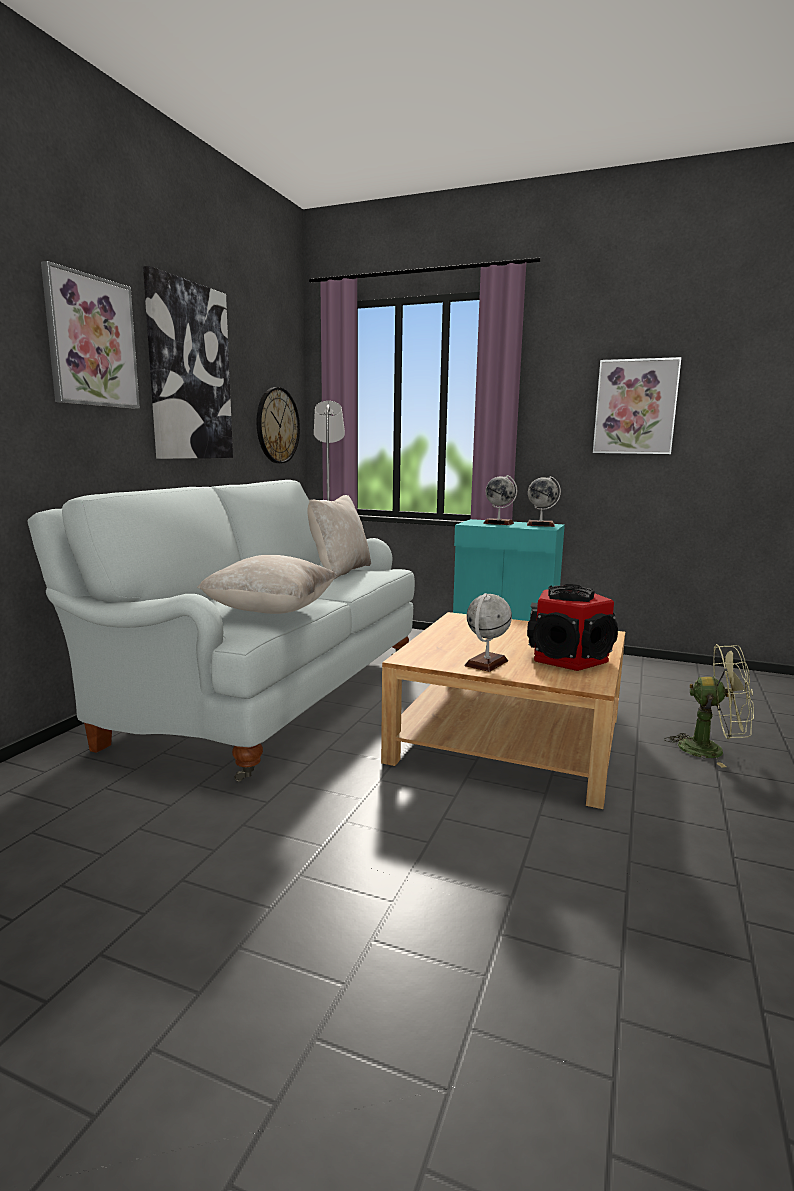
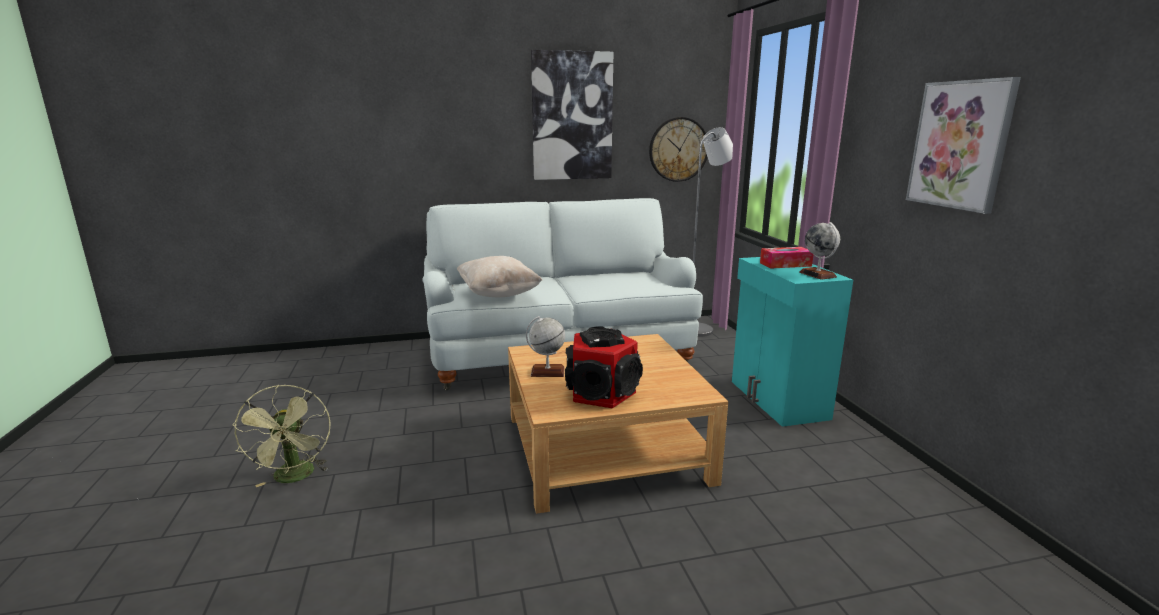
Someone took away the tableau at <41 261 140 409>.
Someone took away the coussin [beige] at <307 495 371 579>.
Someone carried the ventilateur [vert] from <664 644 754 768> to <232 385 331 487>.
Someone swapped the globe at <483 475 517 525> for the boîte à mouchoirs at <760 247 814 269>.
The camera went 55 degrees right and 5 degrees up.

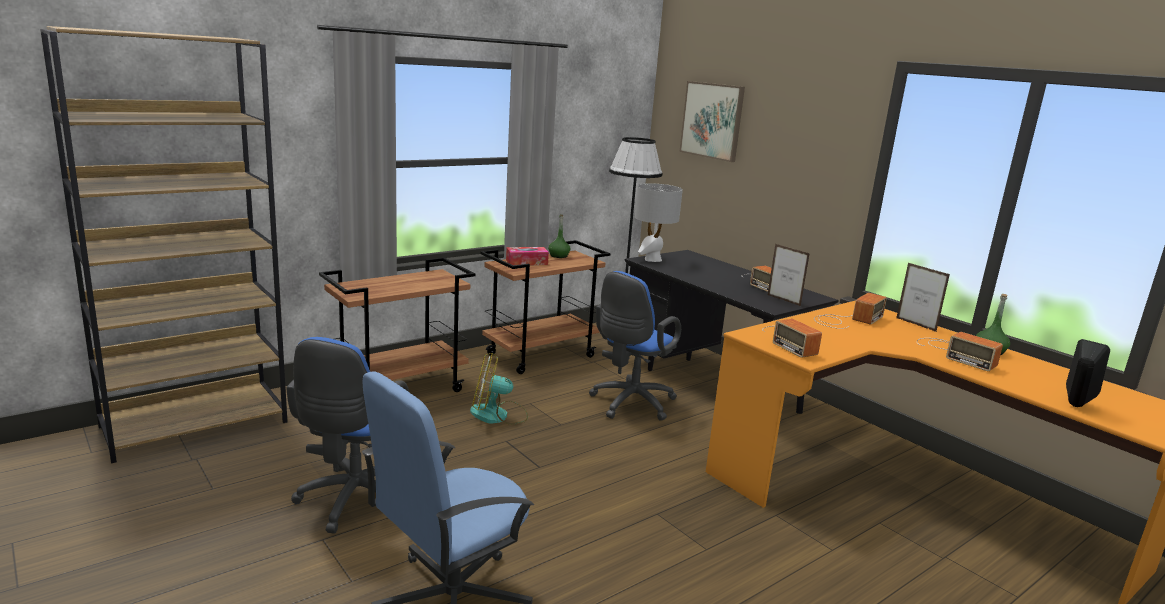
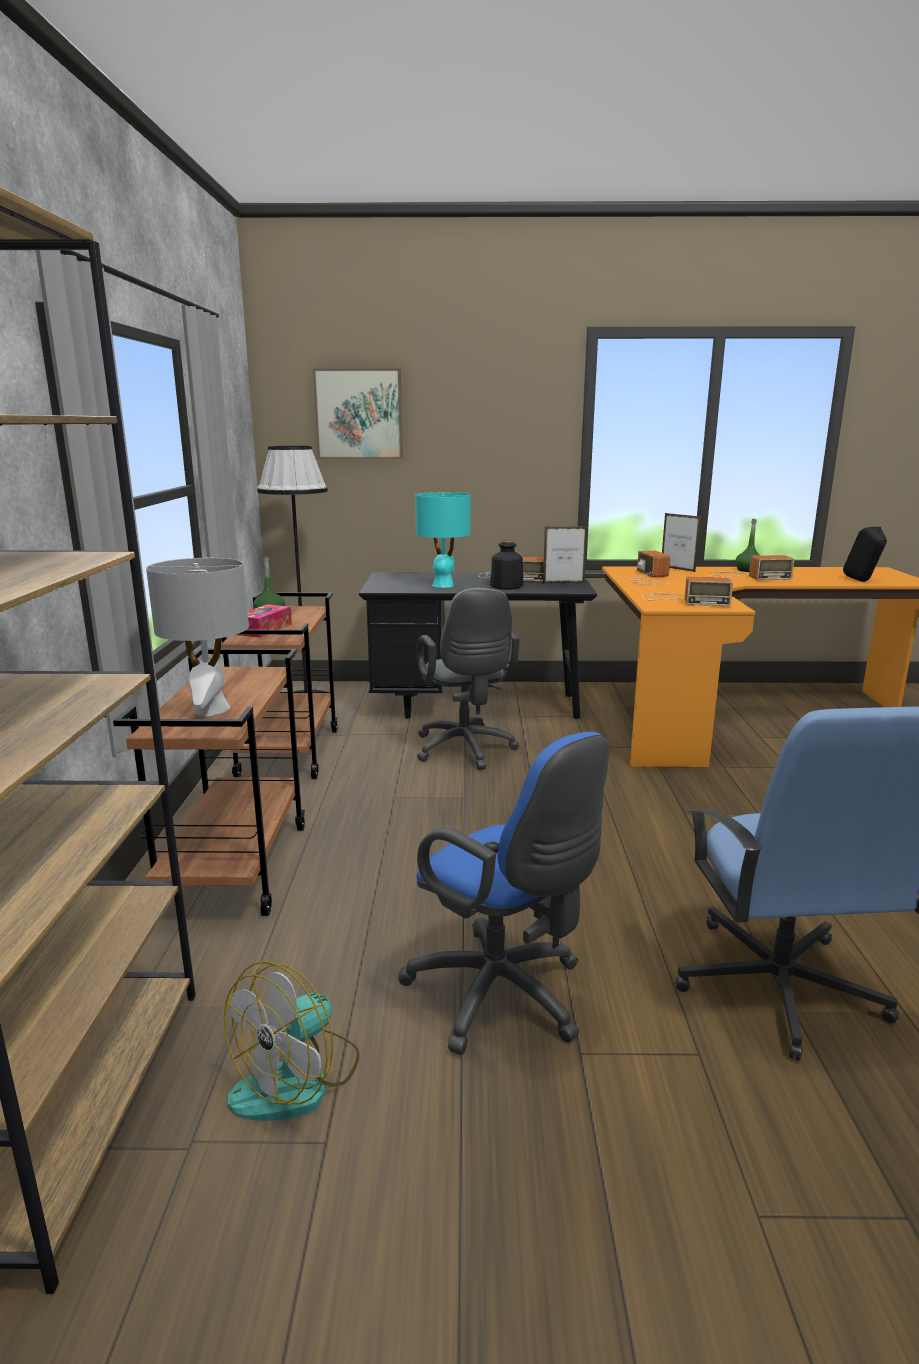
Someone put down the lampe de table [turquoise] at <415 492 471 588>.
Someone put down the bouteille at <490 541 523 589>.
Someone carried the ventilateur from <470 353 528 425> to <224 961 360 1121>.
Someone carried the lampe de table [gris] from <635 183 683 262> to <146 558 249 716>.
Someone repainted the chaise de bureau [bleu] at <589 271 681 421>, which became the chaise de bureau [gris] at <416 588 520 770>.
Someone rotated the cadre photo at <896 263 950 332> by 135 degrees counterclockwise.
The camera went 50 degrees left and 0 degrees up.

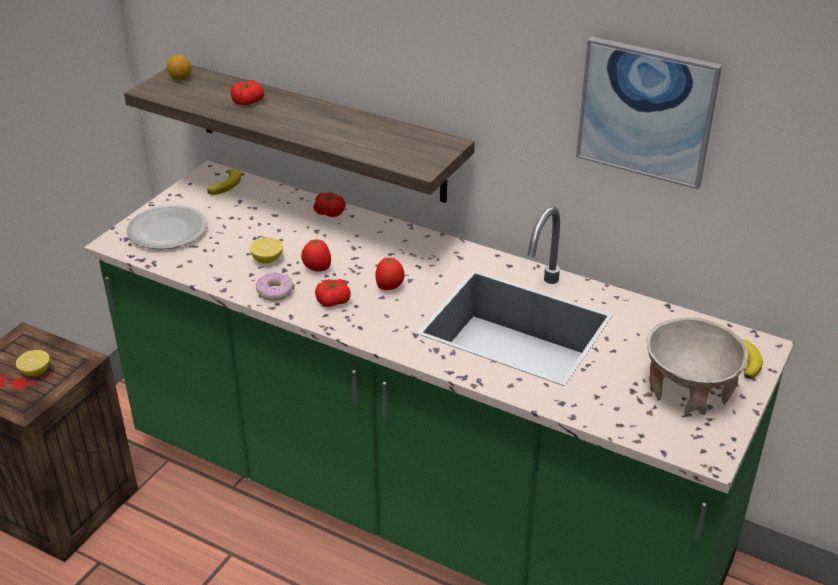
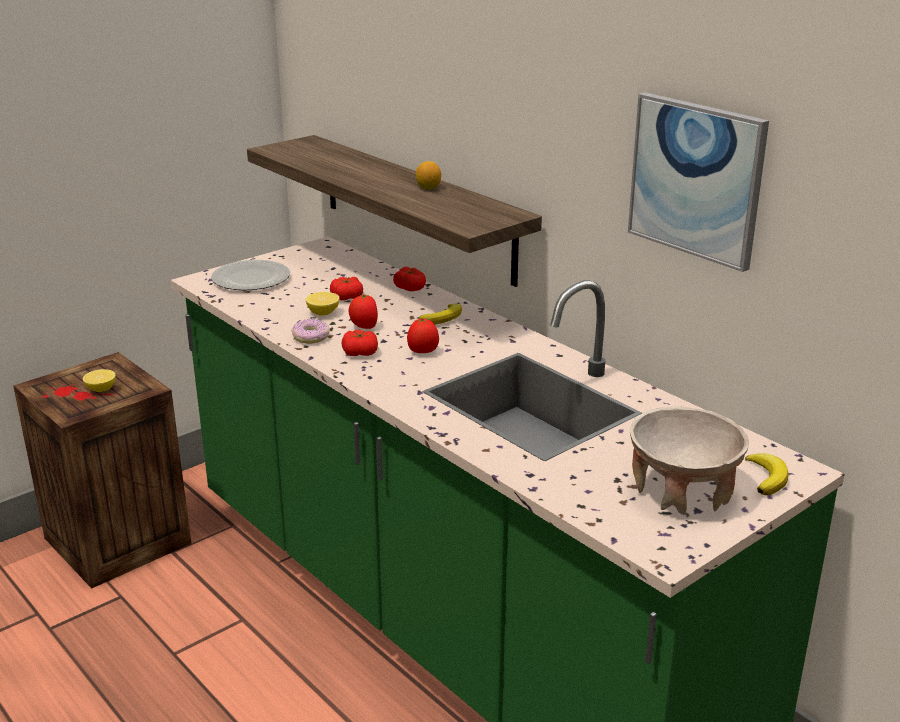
Someone carried the citron from <167 55 191 81> to <416 161 441 189>.
Someone carried the banane from <207 169 241 195> to <419 304 462 325>.
Someone carried the tomate from <231 80 264 106> to <330 276 363 300>.
The camera went 20 degrees right and 10 degrees down.

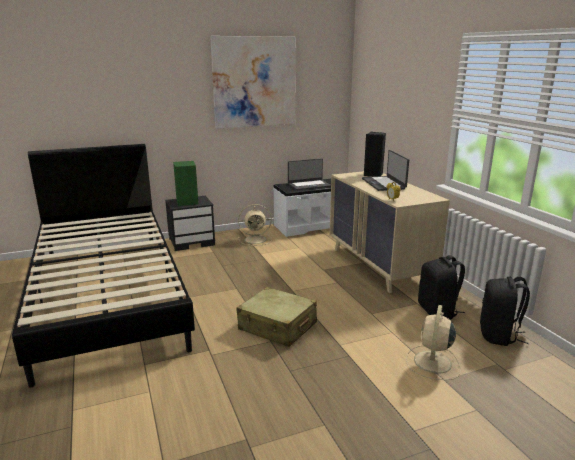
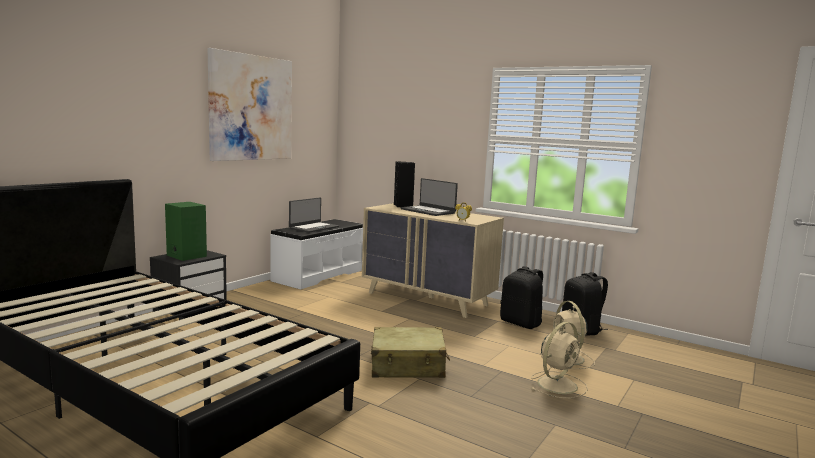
Someone carried the ventilateur [beige] from <238 204 272 246> to <530 322 588 398>.
The camera went 35 degrees left and 10 degrees down.

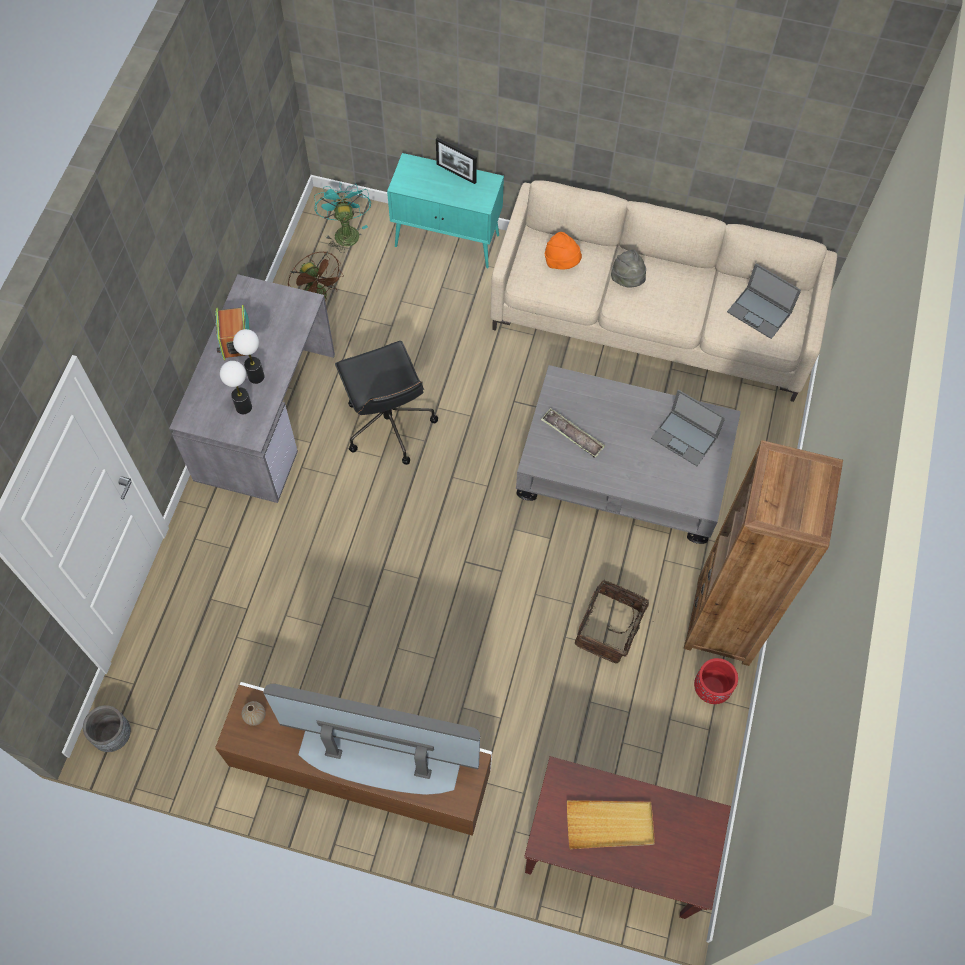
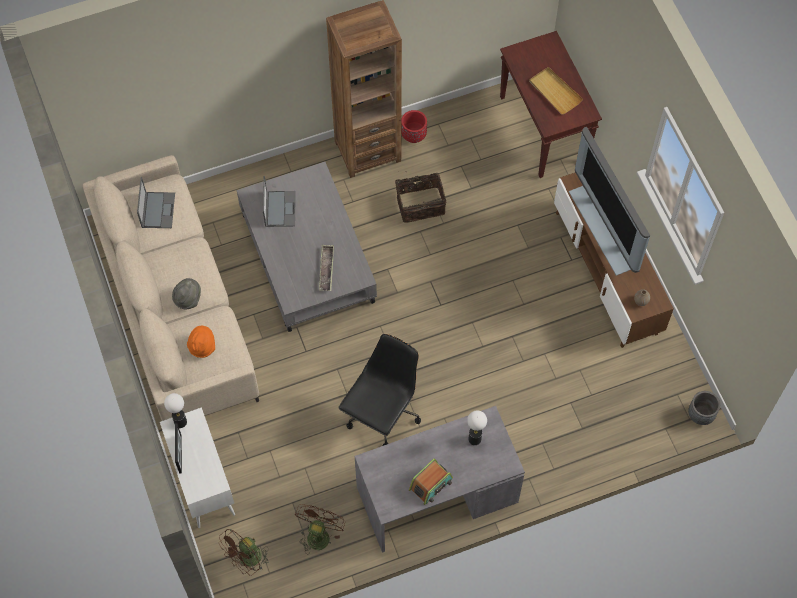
Someone carried the lampe de table from <233 329 264 384> to <164 393 187 428>.
Someone repainted the ventilateur [turquoise] at <314 183 371 253>, which became the ventilateur [marron] at <219 529 269 576>.
Someone repainted the meuble de rangement [turquoise] at <387 153 504 268>, which became the meuble de rangement [blanc] at <160 407 235 528>.
The camera went 125 degrees left and 0 degrees up.

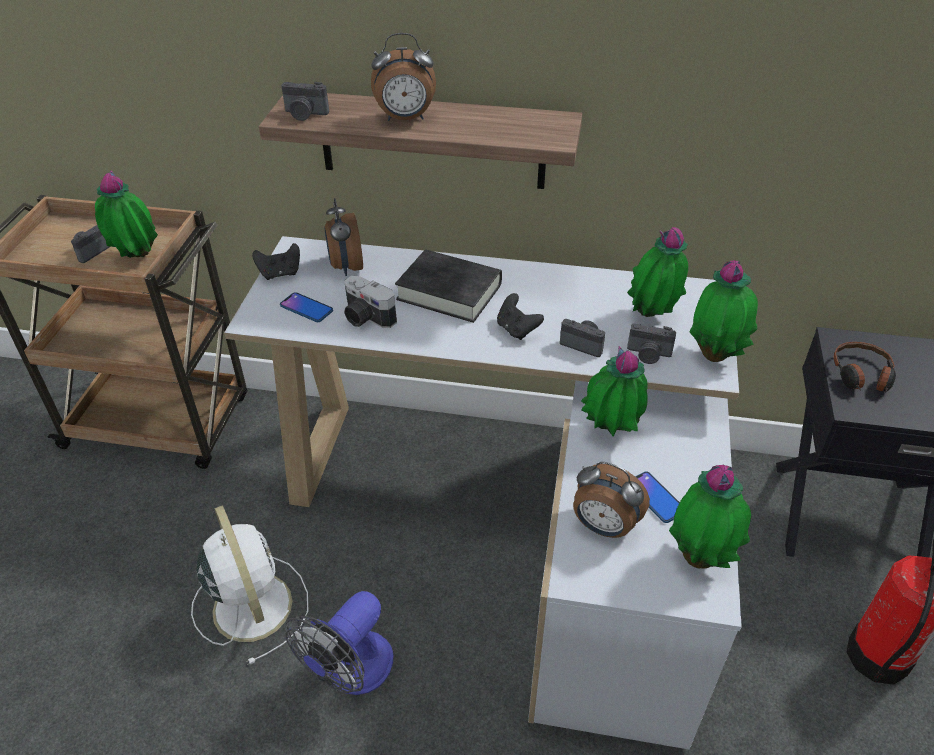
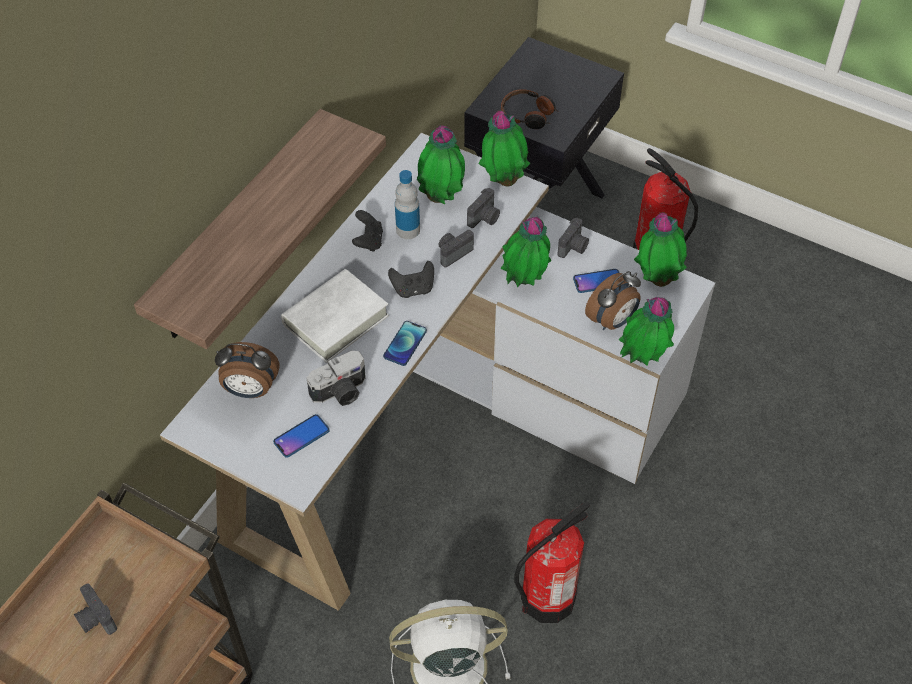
Someone took away the réveil at <371 33 436 121>.
Someone put down the téléphone at <383 321 427 366>.
Someone put down the bouteille at <395 170 420 239>.
Someone carried the plante en pot from <95 170 158 258> to <618 297 674 366>.
Someone carried the manette [noir] from <252 243 300 280> to <352 210 383 252>.
Someone carried the appareil photo from <281 82 329 121> to <557 218 589 258>.
Someone swapped the ventilateur at <285 591 394 695> for the extincteur at <514 502 590 623>.
Someone repainted the livre [noir] at <395 250 502 323>, which became the livre [blanc] at <281 269 389 363>.
The camera went 70 degrees left and 10 degrees up.

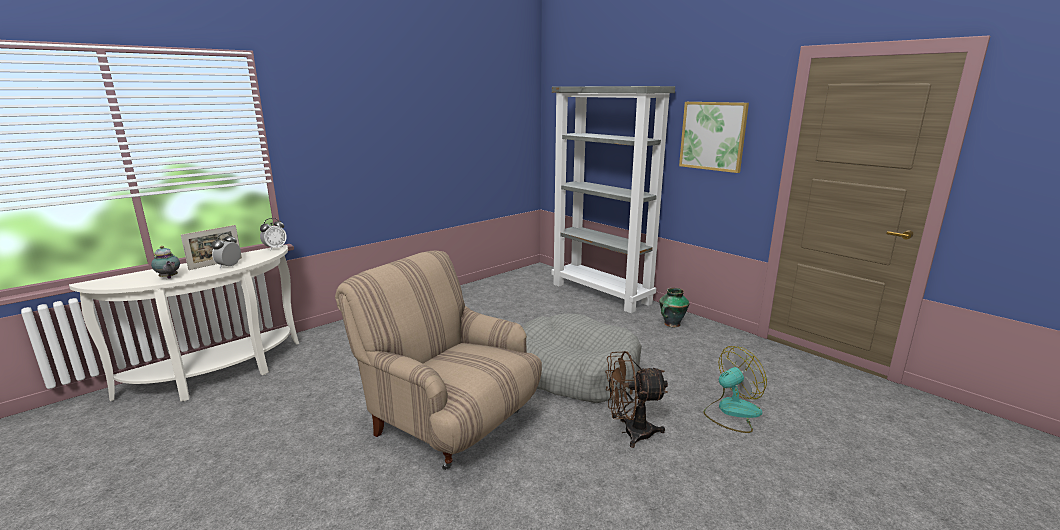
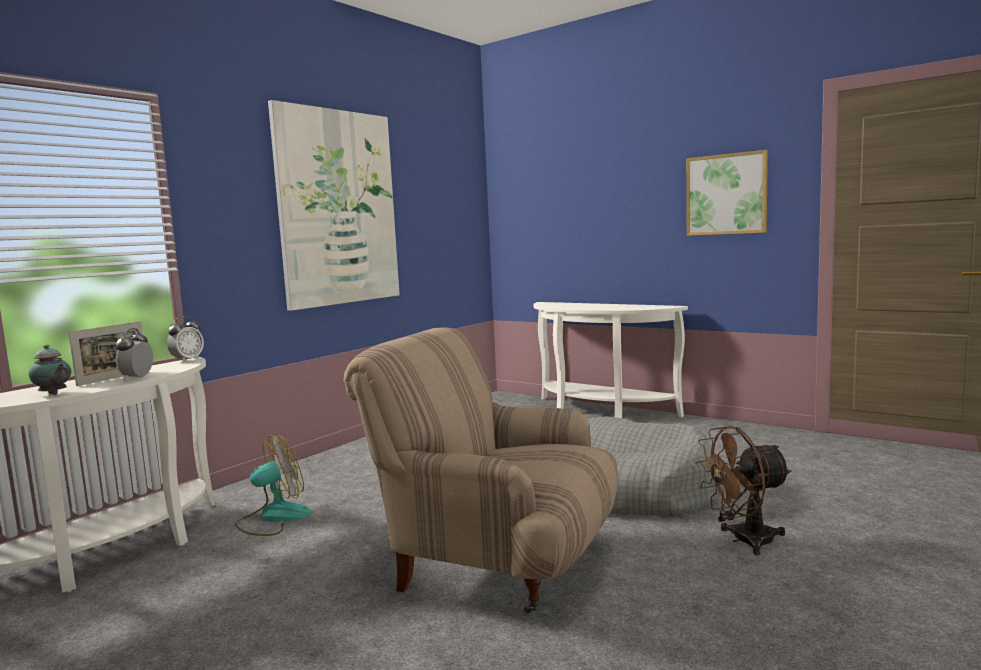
Someone took away the vase at <659 288 690 327>.
Someone put up the tableau at <268 100 400 311>.
Someone carried the ventilateur from <703 346 767 433> to <235 435 312 536>.
Someone swapped the bibliothèque [gris] at <551 86 675 313> for the table console [blanc] at <533 302 688 418>.
The camera went 10 degrees left and 10 degrees down.

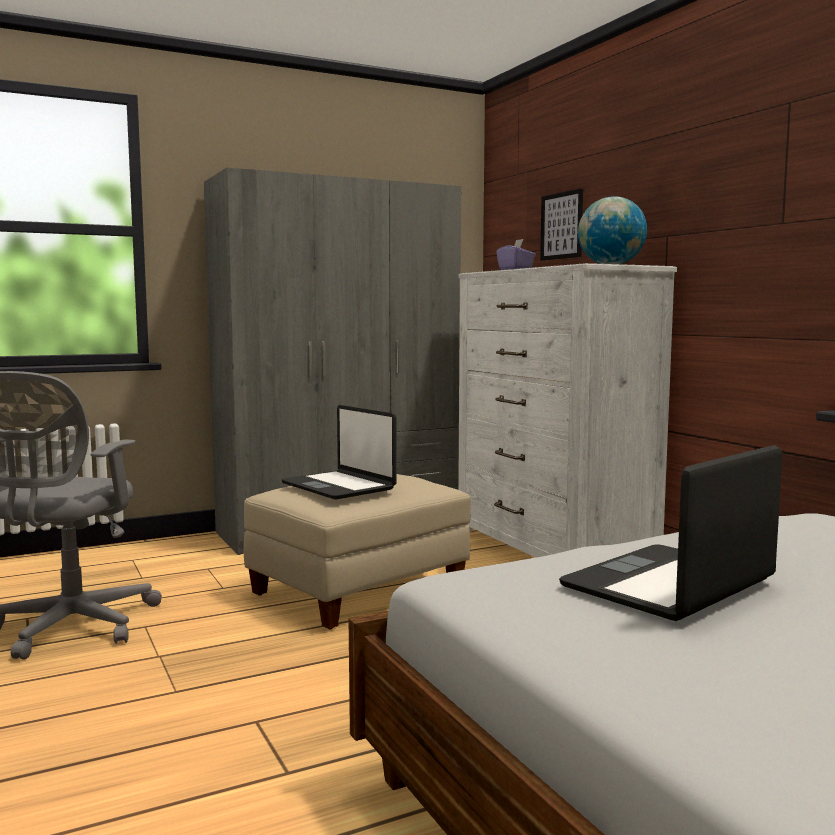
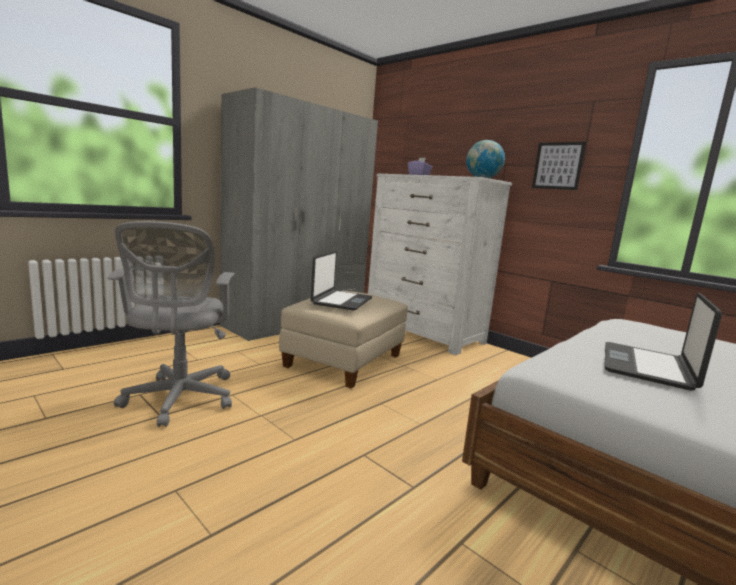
Someone carried the tableau from <540 189 583 261> to <532 142 586 190>.
Someone rotated the ordinateur portable at <281 405 397 500> by 105 degrees counterclockwise.
The camera went 20 degrees left and 5 degrees up.

